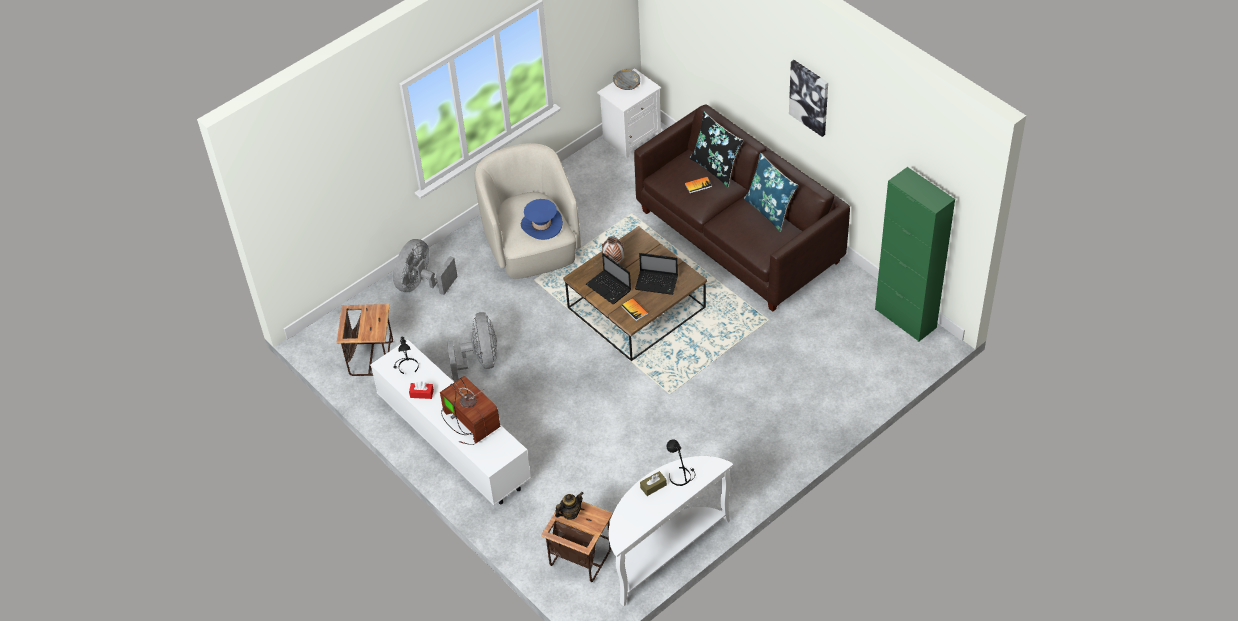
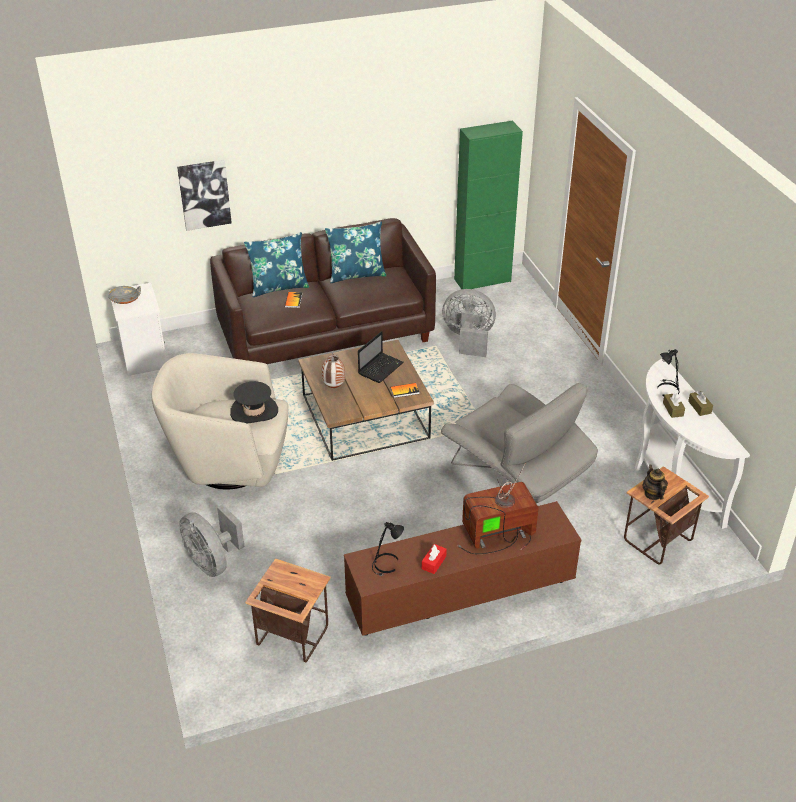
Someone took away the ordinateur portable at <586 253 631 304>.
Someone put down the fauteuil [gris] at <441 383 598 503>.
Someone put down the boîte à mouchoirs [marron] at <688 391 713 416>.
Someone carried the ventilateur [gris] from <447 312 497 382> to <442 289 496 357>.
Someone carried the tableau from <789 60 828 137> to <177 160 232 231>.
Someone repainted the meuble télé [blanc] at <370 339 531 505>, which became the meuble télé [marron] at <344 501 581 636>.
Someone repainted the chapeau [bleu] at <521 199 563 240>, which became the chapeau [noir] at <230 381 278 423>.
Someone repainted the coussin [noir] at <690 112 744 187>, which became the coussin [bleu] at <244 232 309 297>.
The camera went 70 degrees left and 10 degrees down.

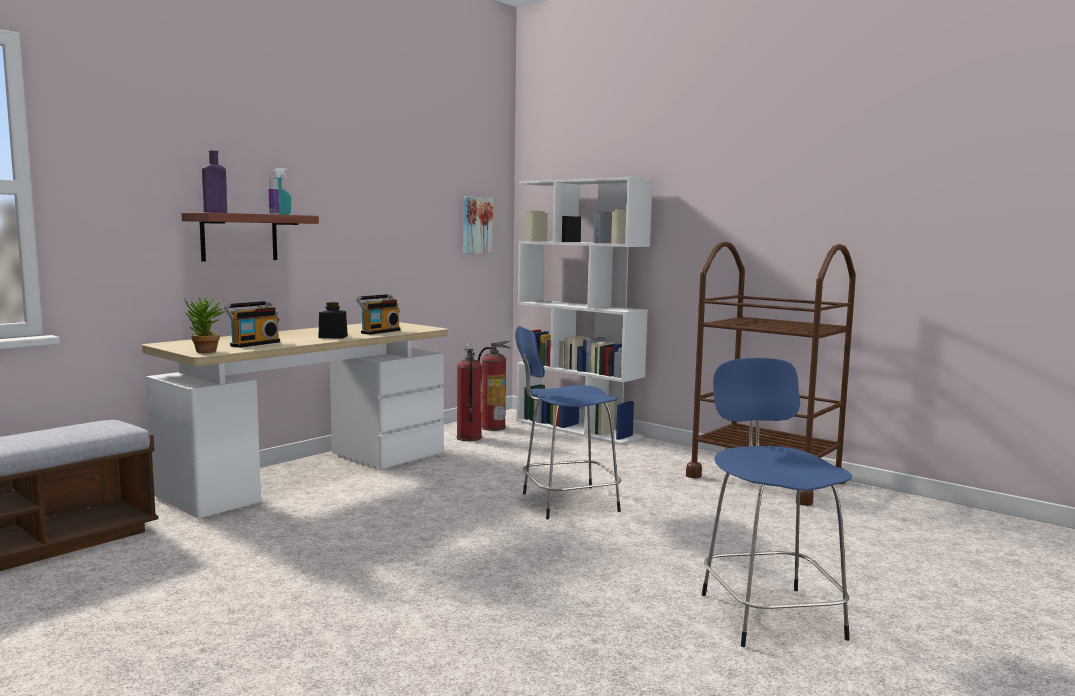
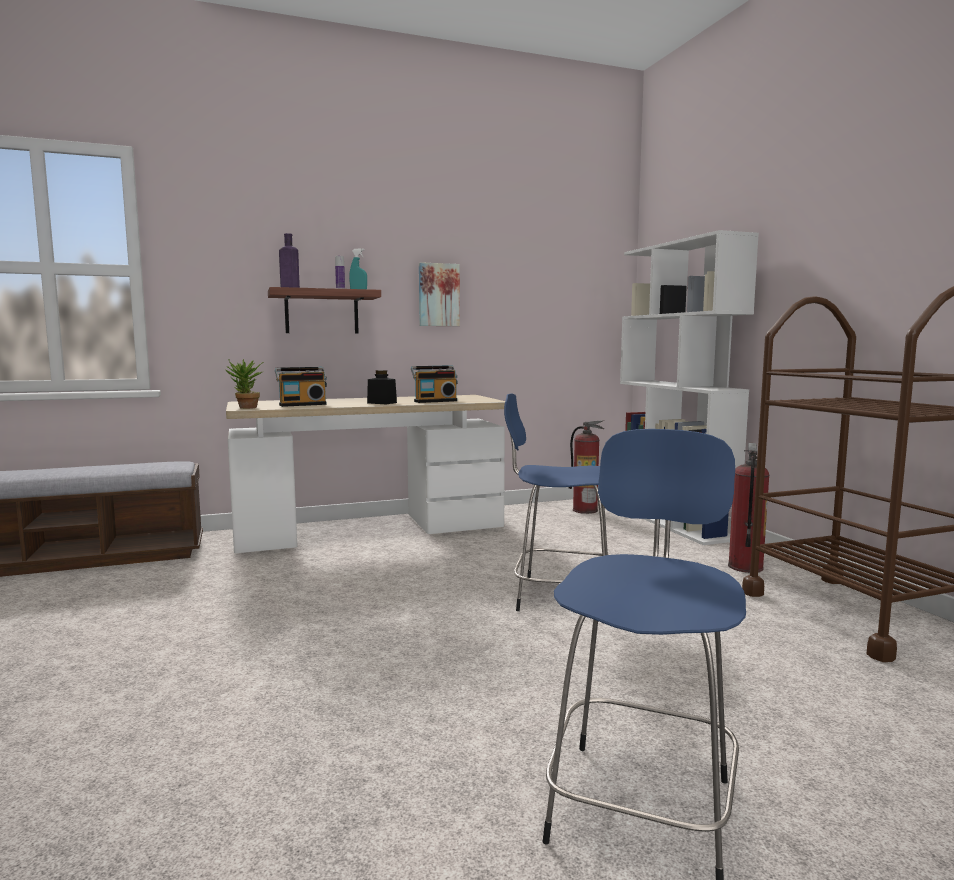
Someone carried the extincteur from <457 343 482 441> to <728 443 769 573>.
Someone carried the tableau from <463 197 493 253> to <419 262 460 326>.
The camera went 30 degrees right and 0 degrees up.

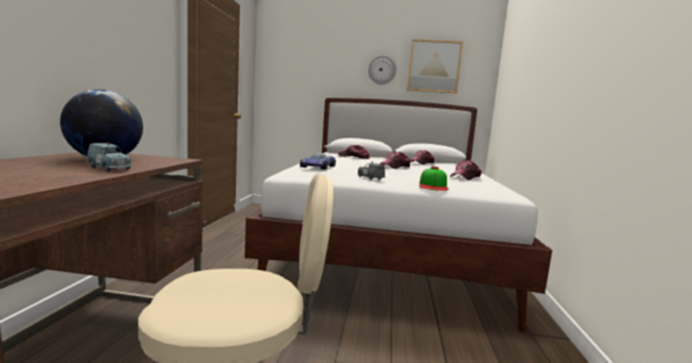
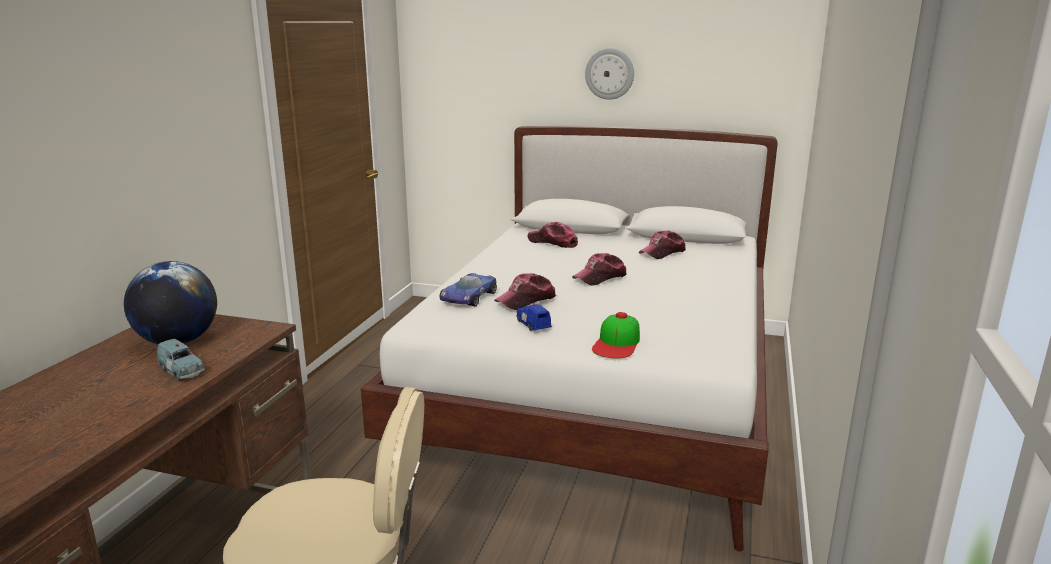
Someone took away the tableau at <407 39 463 93>.
Someone carried the casquette from <450 160 481 180> to <494 273 556 310>.
Someone repainted the petite voiture [gris] at <358 162 385 180>, which became the petite voiture [bleu] at <516 303 552 331>.
The camera went 10 degrees right and 10 degrees up.

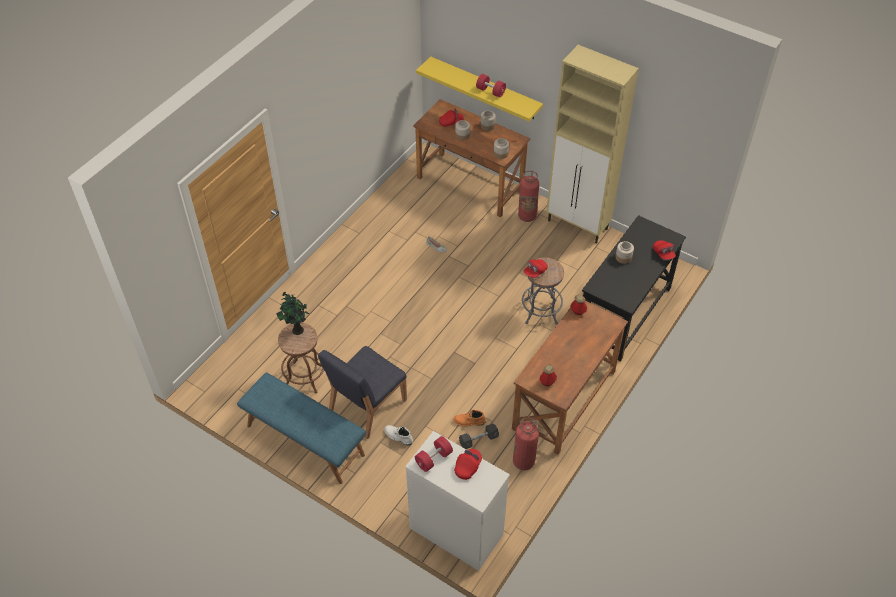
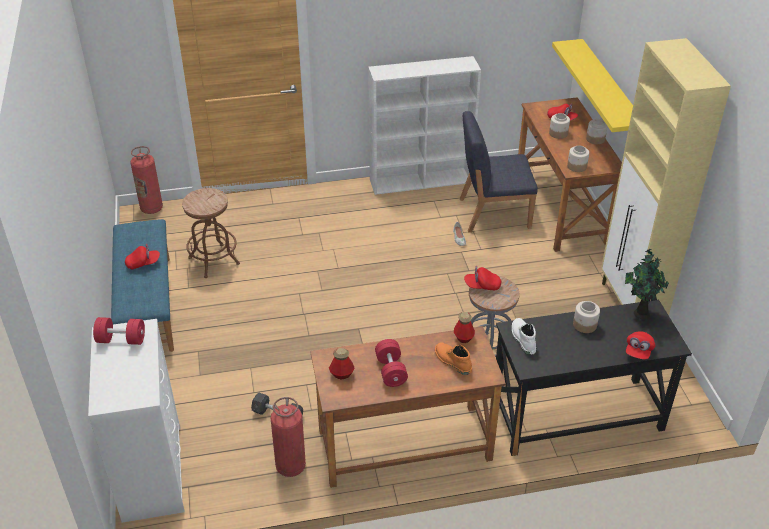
Someone put down the bibliothèque [blanc] at <368 56 481 195>.
Someone carried the plante en pot from <276 292 309 335> to <625 249 669 319>.
Someone carried the chaise [bleu] from <318 346 407 439> to <460 111 538 233>.
Someone carried the botte [blanc] from <385 425 413 445> to <512 318 536 355>.
Someone carried the botte [orange] from <453 410 485 427> to <435 342 472 375>.
Someone carried the casquette [rouge] from <454 449 482 480> to <125 244 160 269>.
Someone carried the haltère [rouge] from <476 74 506 97> to <375 339 408 387>.
Someone carried the extincteur from <518 170 539 222> to <130 146 163 214>.
The camera went 45 degrees right and 10 degrees down.

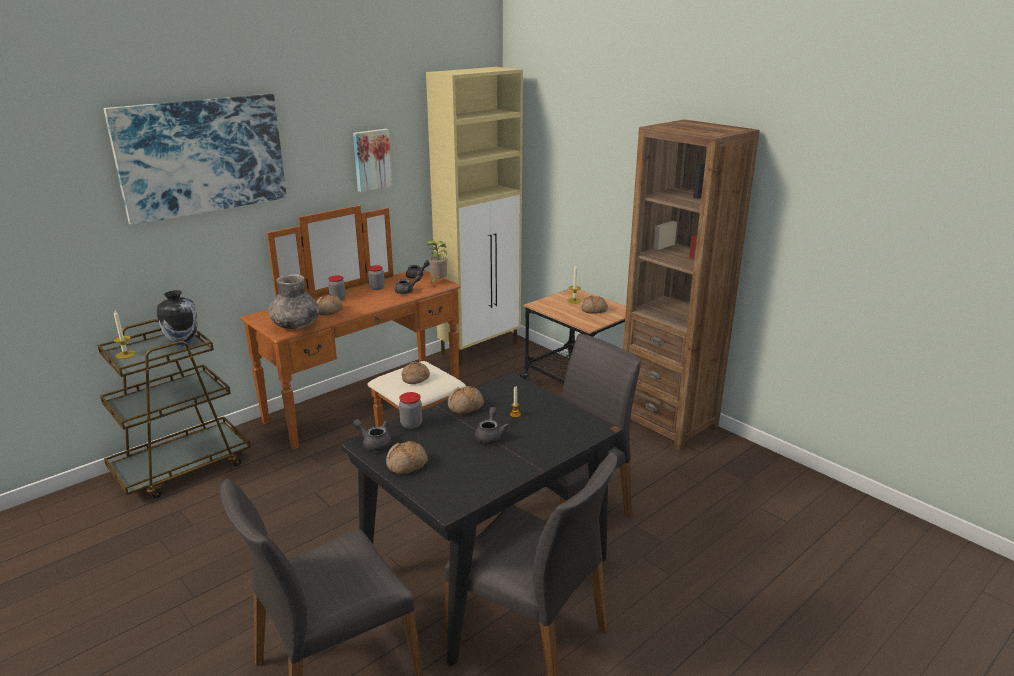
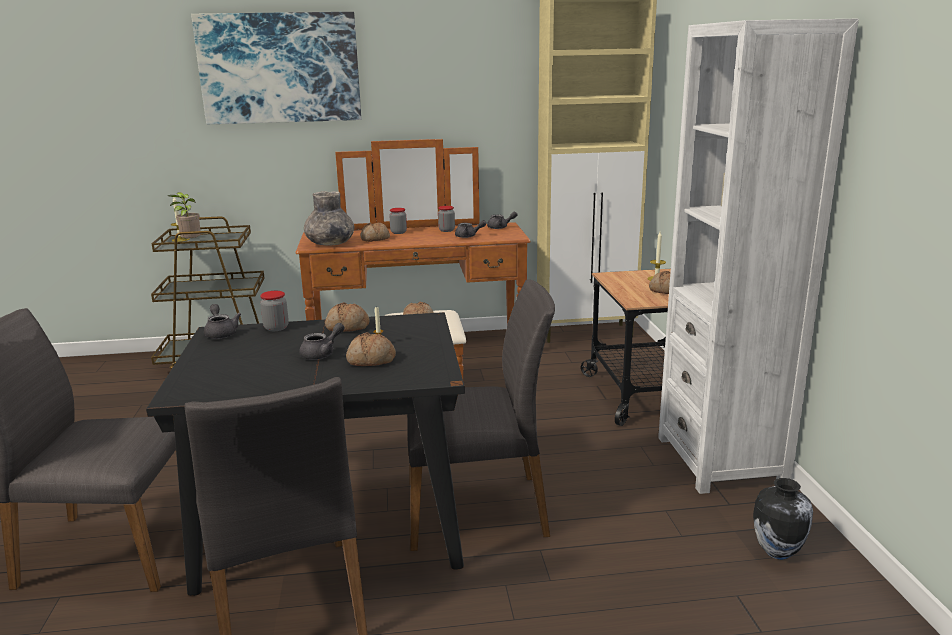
Someone took away the tableau at <353 129 393 192>.
Someone carried the vase from <157 290 197 346> to <753 478 813 560>.
Someone carried the pain from <386 441 428 474> to <346 332 396 366>.
Someone carried the plante en pot from <426 240 448 285> to <168 192 201 242>.
Someone repainted the bibliothèque [marron] at <623 120 760 452>, which became the bibliothèque [blanc] at <658 19 859 494>.
The camera went 35 degrees right and 5 degrees down.

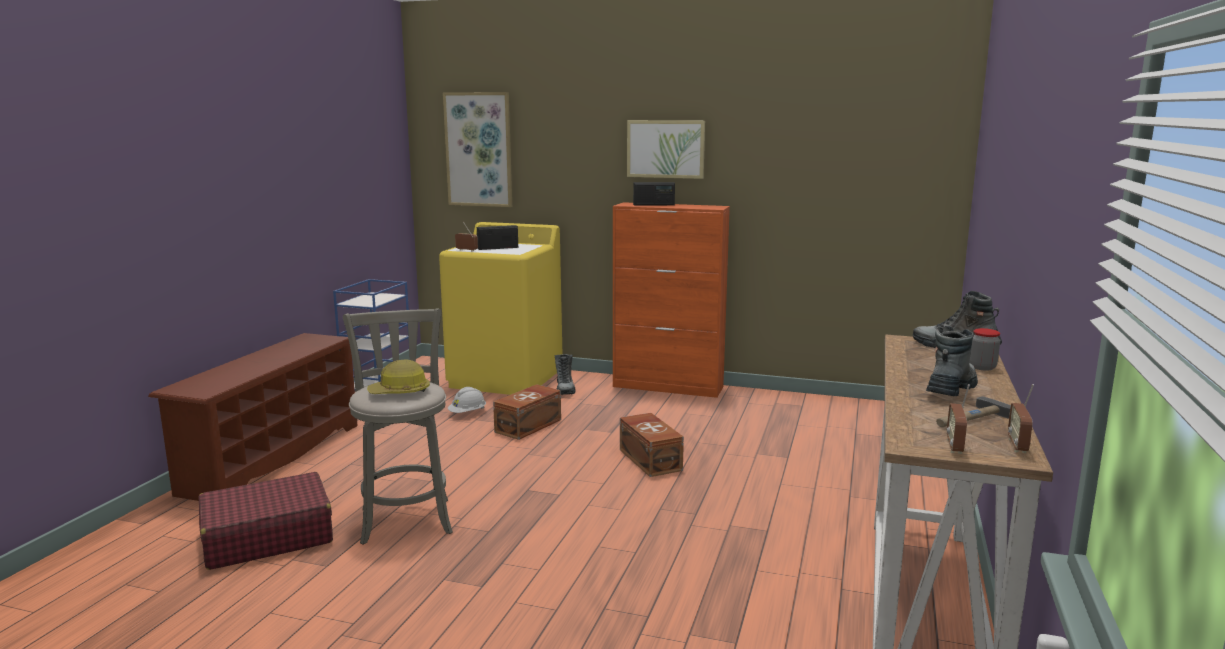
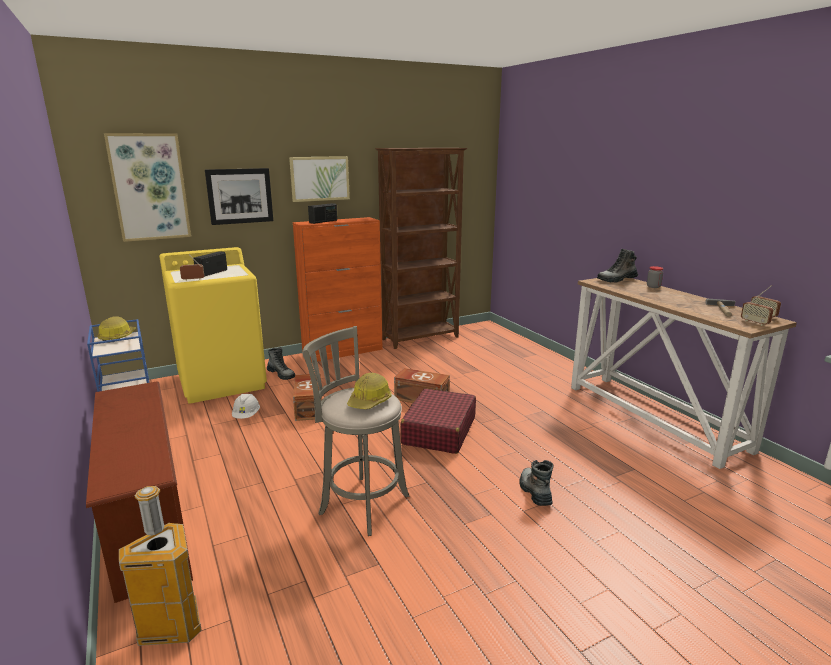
Someone put down the casque de chantier at <97 316 136 343>.
Someone put down the poubelle at <119 486 202 646>.
Someone put up the tableau at <205 168 273 225>.
Someone put down the bibliothèque [marron] at <375 148 468 349>.
Someone carried the valise [rouge] from <199 472 333 570> to <400 388 476 454>.
Someone carried the botte from <926 326 978 397> to <519 460 554 506>.
The camera went 45 degrees left and 5 degrees up.

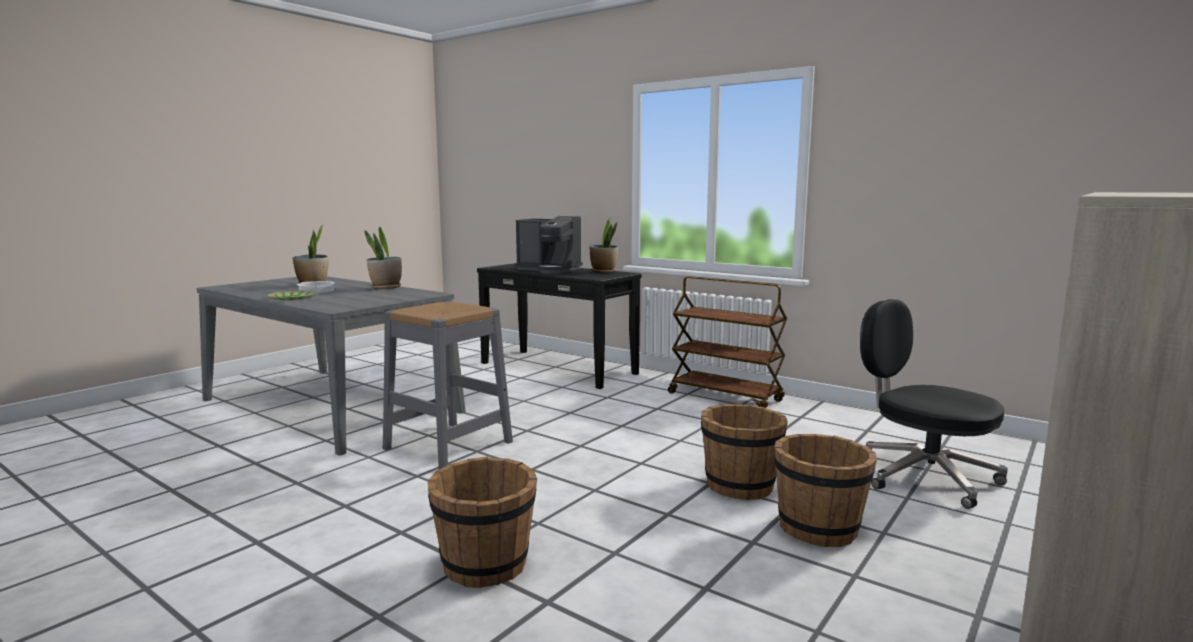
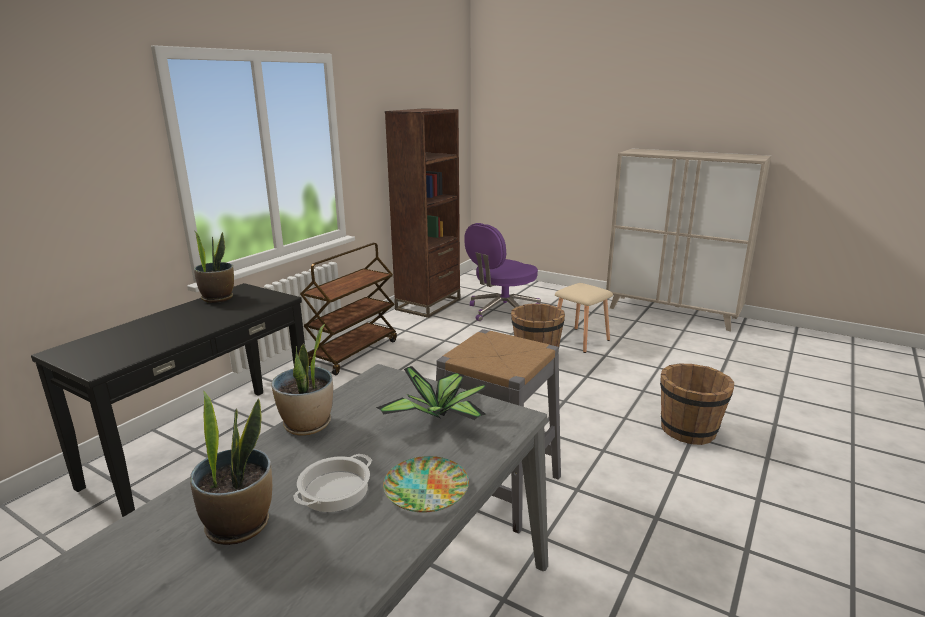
Someone took away the machine à café at <515 216 583 274>.
Someone put down the plante en pot at <376 366 486 420>.
Someone put down the bibliothèque [marron] at <385 108 460 318>.
Someone swapped the seau [marron] at <774 434 877 547> for the tabouret [beige] at <555 283 613 353>.
Someone repainted the chaise de bureau [noir] at <860 299 1008 509>, which became the chaise de bureau [violet] at <464 223 541 321>.
The camera went 95 degrees left and 10 degrees up.

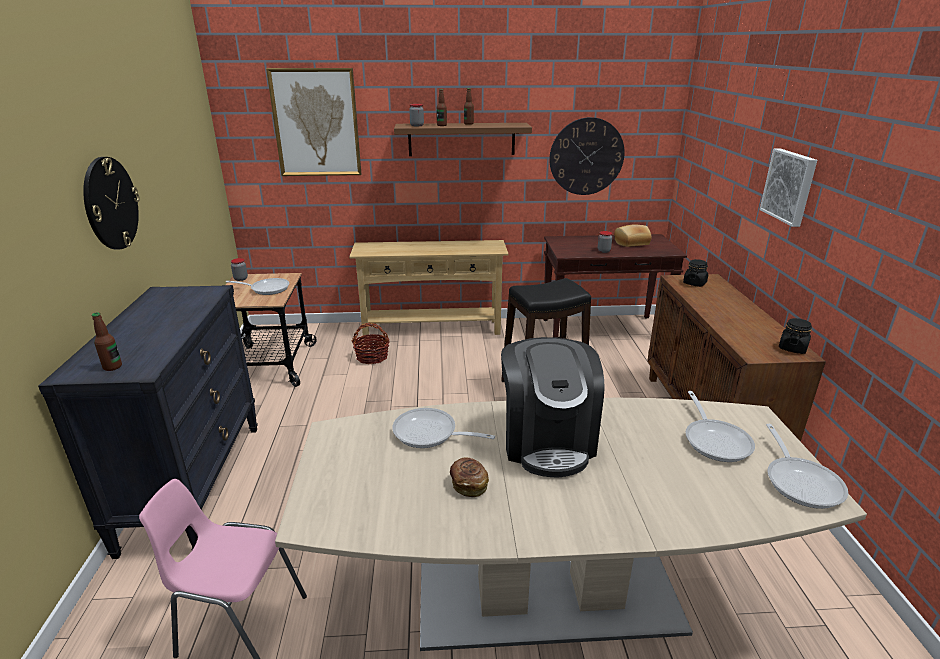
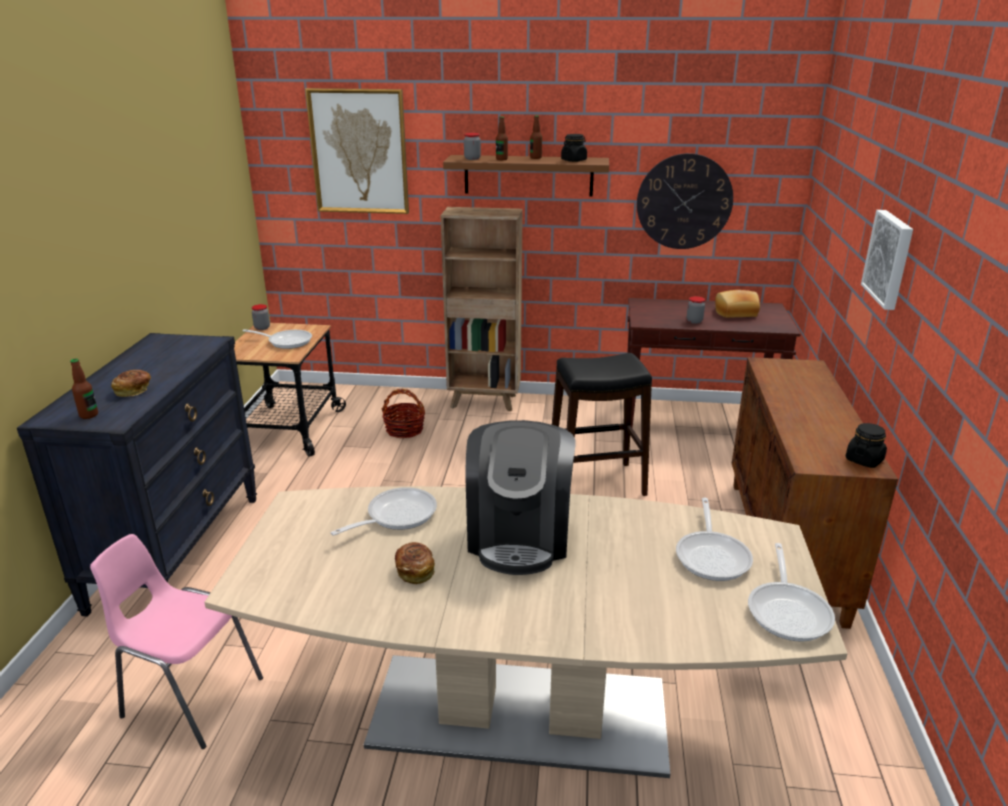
Someone took away the horloge murale at <83 157 140 249>.
Someone put down the pain at <111 370 151 397>.
Someone carried the bocal [noir] from <683 259 708 287> to <561 134 587 162>.
Someone swapped the table console [beige] at <349 240 509 336> for the bibliothèque [marron] at <441 207 523 411>.
Someone rotated the poêle at <392 408 495 448> by 105 degrees clockwise.
The camera went 10 degrees right and 0 degrees up.

